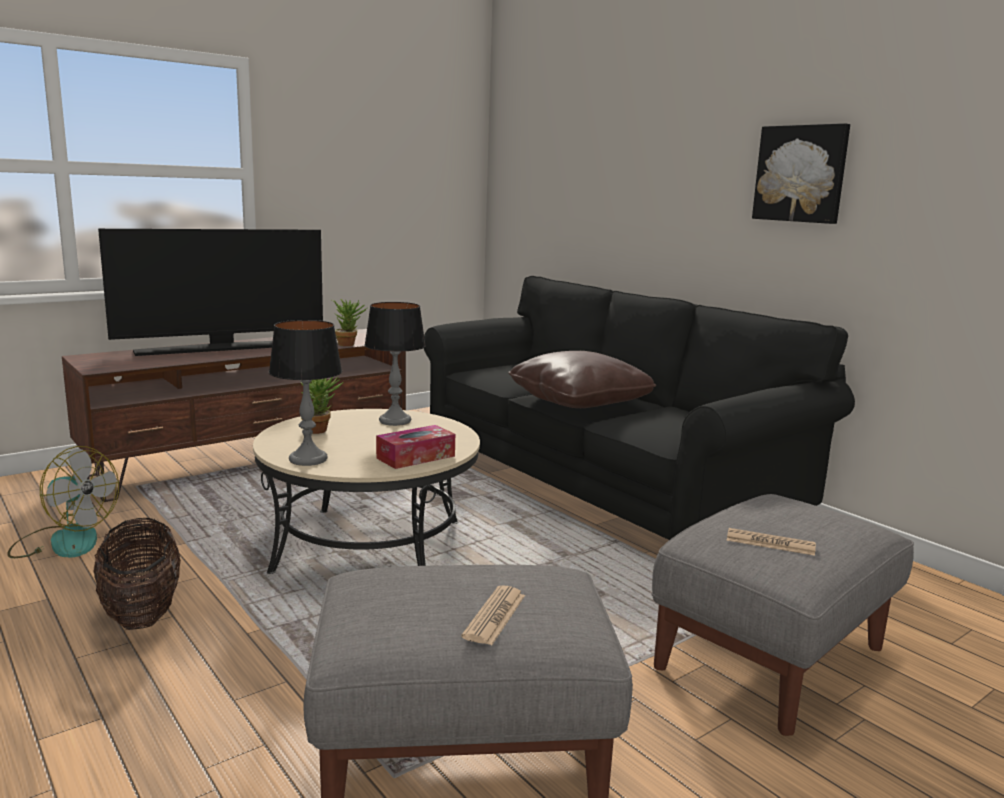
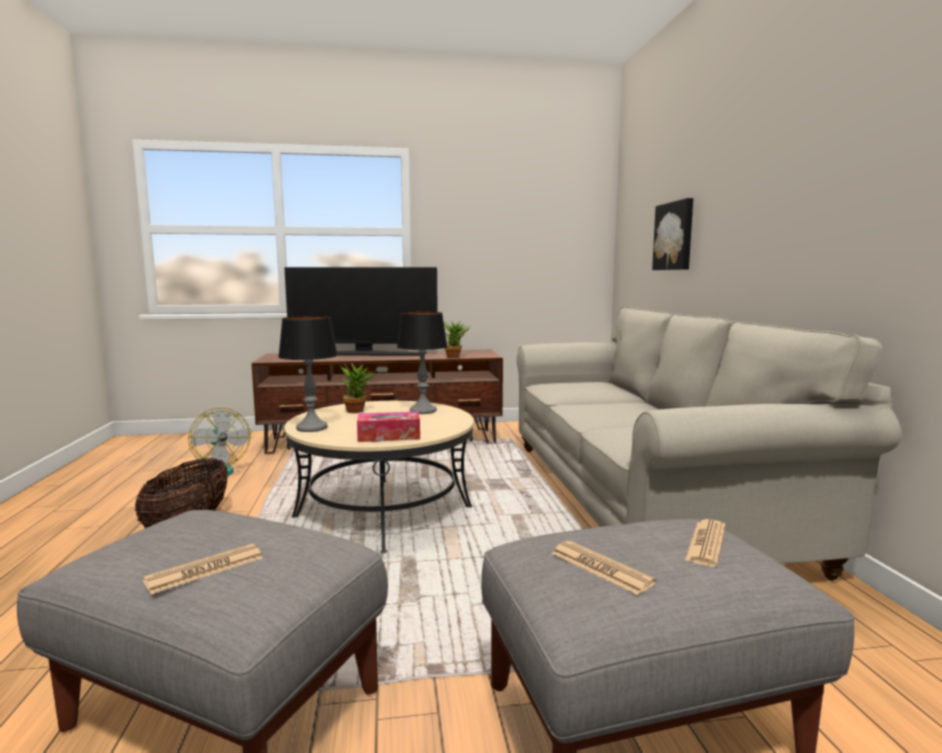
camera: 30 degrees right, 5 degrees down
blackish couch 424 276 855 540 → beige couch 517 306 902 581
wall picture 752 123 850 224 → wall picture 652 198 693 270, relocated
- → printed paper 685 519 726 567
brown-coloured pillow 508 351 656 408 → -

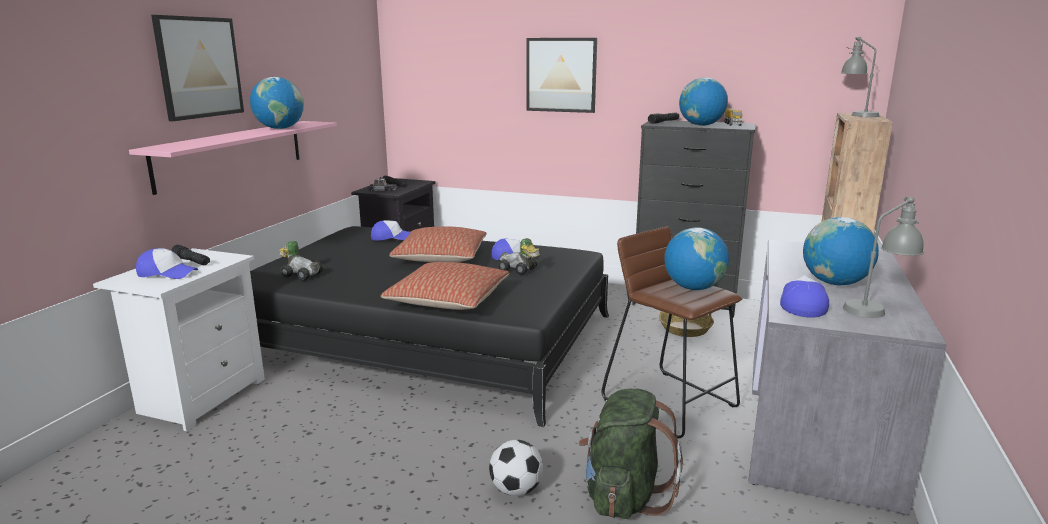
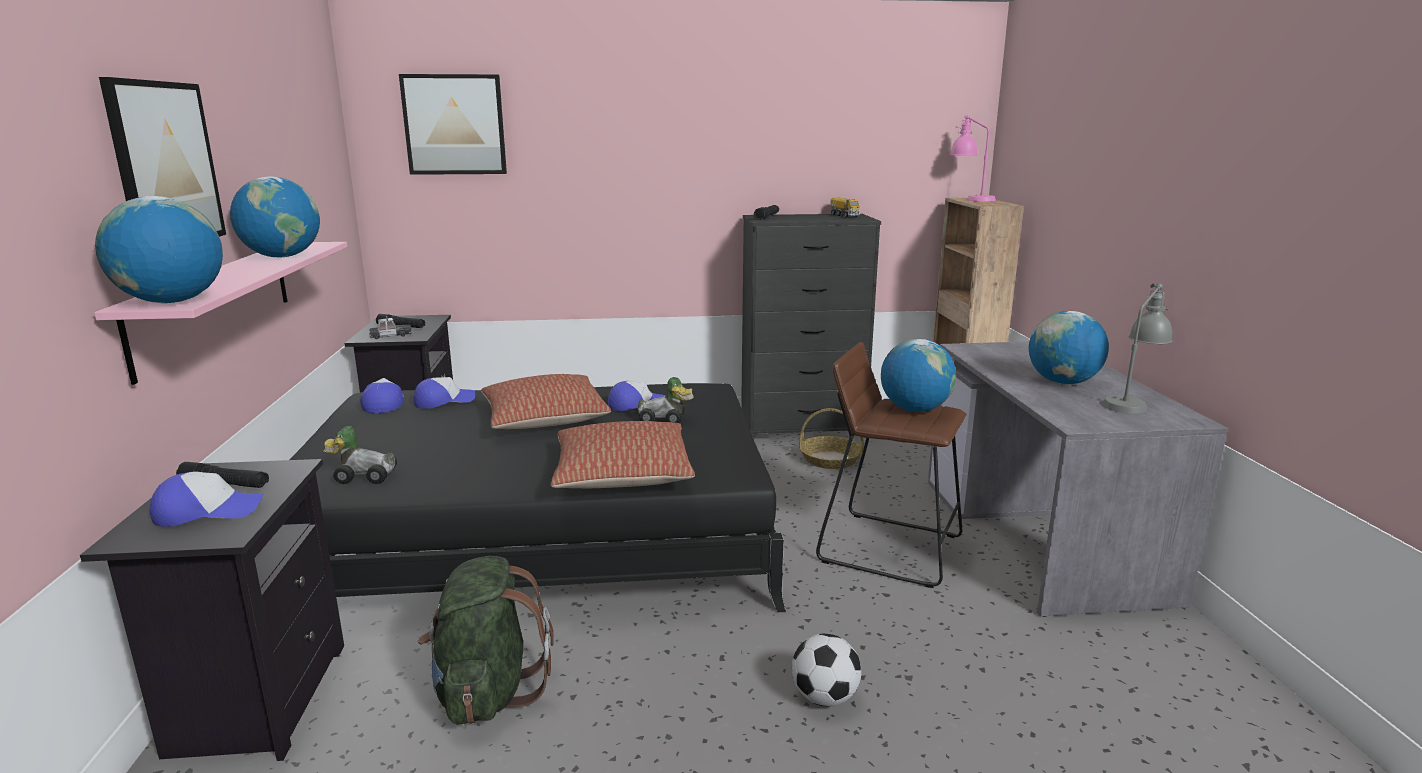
camera: 25 degrees left, 0 degrees up
whitish night table 93 248 265 431 → blackish night table 80 459 344 761
world globe 679 78 728 126 → world globe 95 196 223 303, relocated
baseball cap 780 276 829 318 → baseball cap 360 378 404 414, relocated
wall picture 526 38 597 113 → wall picture 399 74 507 175, relocated
green backpack 579 389 683 519 → green backpack 418 556 554 725, relocated
gray tabletop lamp 841 37 879 117 → pink tabletop lamp 950 115 996 202

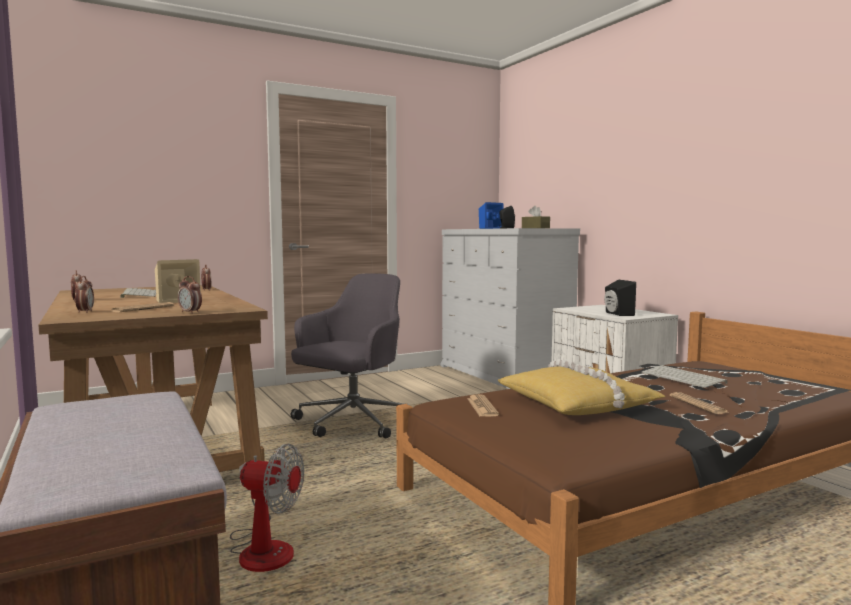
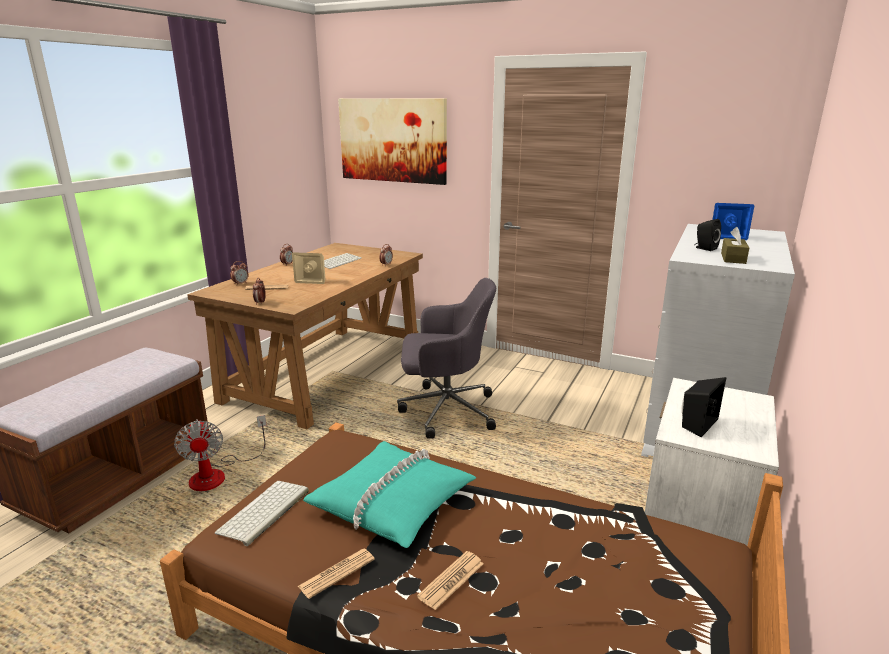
camera: 55 degrees right, 15 degrees up
computer keyboard 642 365 727 388 → computer keyboard 215 481 309 546, relocated
printed paper 467 394 499 417 → printed paper 298 549 375 599, relocated
yellow pillow 497 359 666 415 → turquoise pillow 303 441 476 548
- → wall picture 338 98 447 185

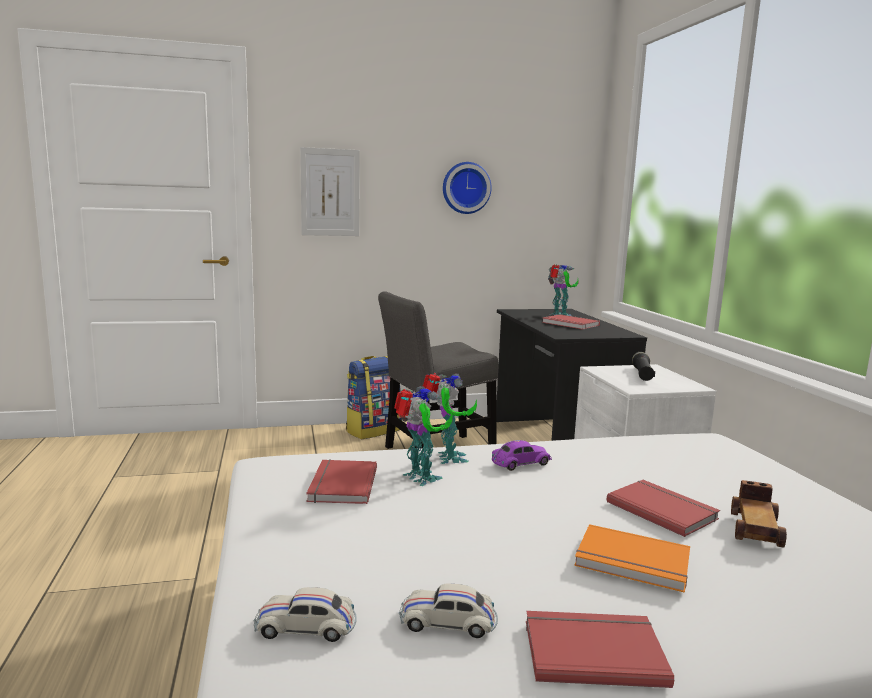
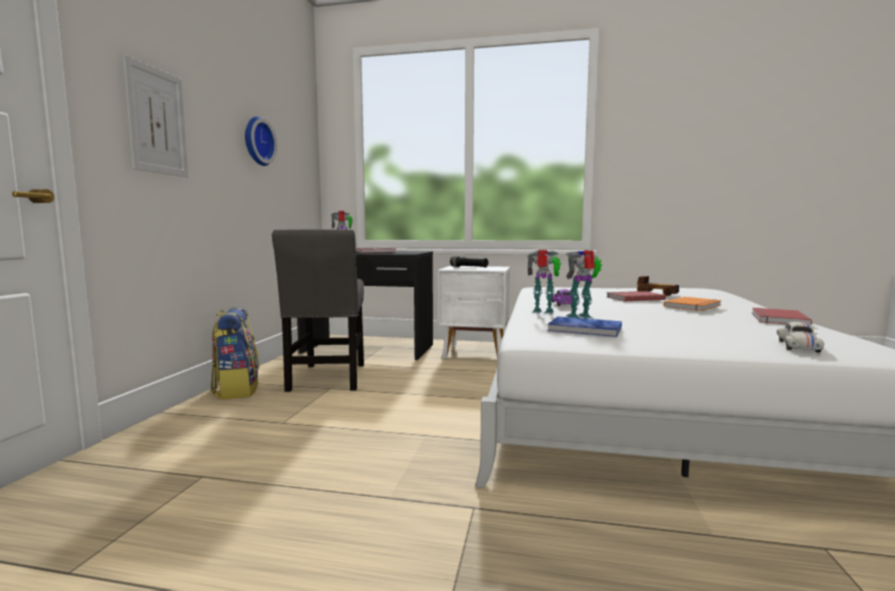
camera: 65 degrees left, 5 degrees down
red book 306 459 377 504 → blue-coloured book 547 317 622 337
whitish toy car 399 584 498 638 → -

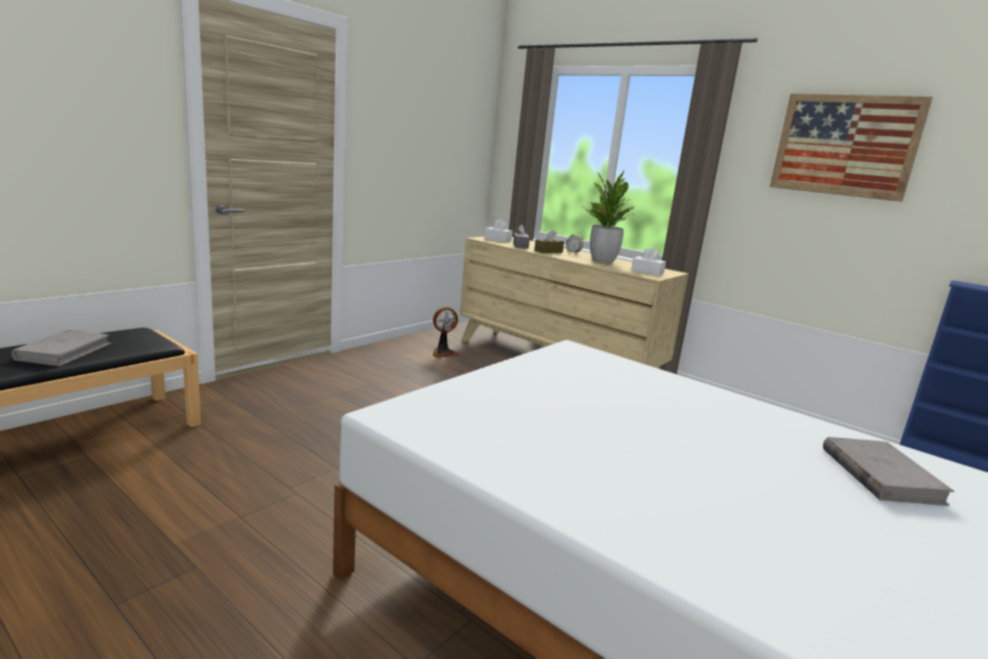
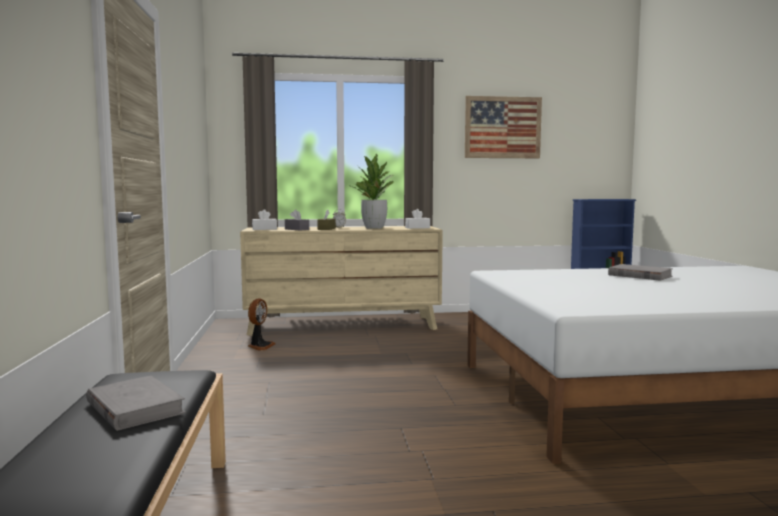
camera: 45 degrees left, 10 degrees down
gray book 823 437 954 506 → gray book 608 264 673 281, relocated

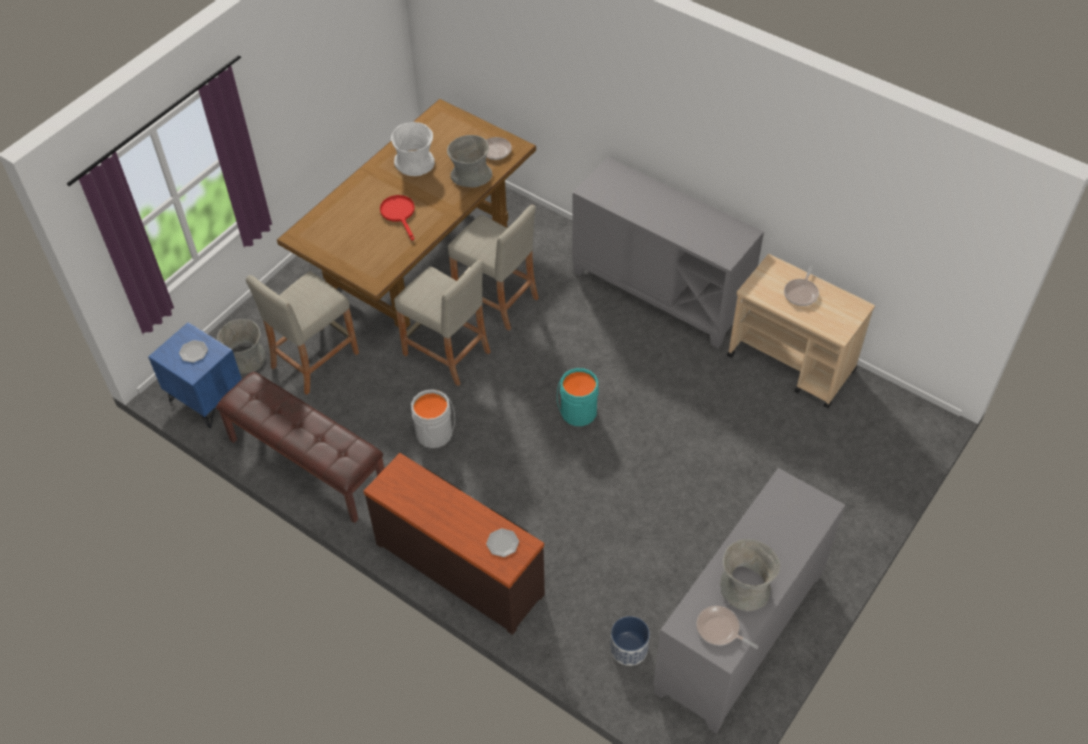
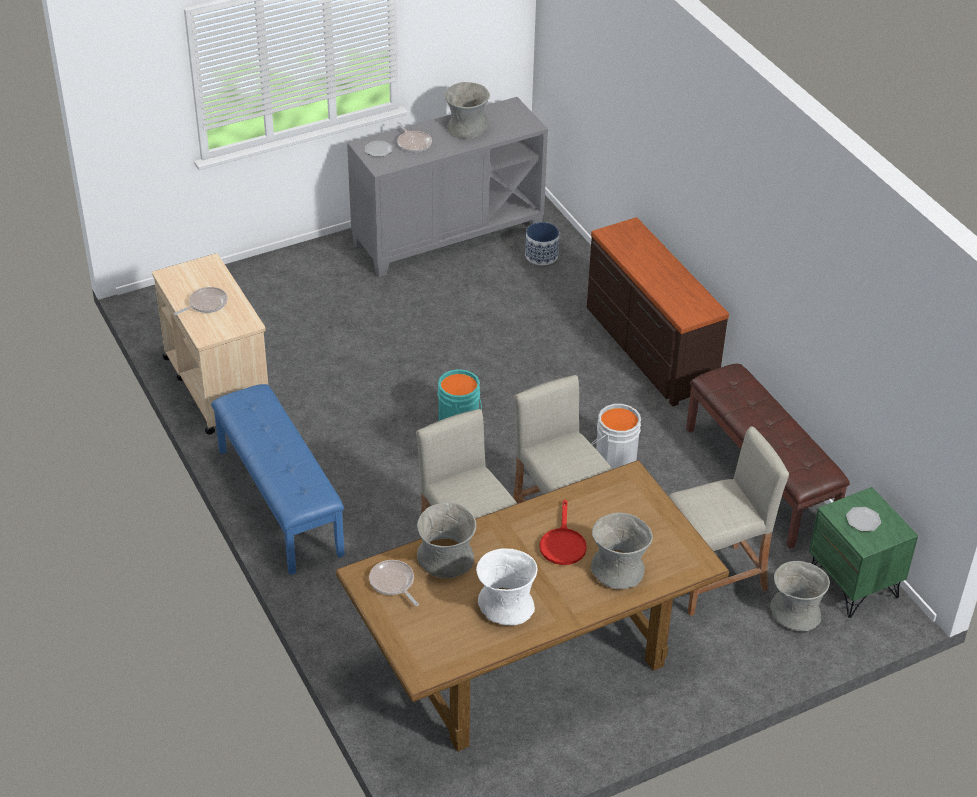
camera: 155 degrees left, 10 degrees down
gray storage cabinet 572 157 764 348 → blue-coloured long seat 211 384 345 575
plate 486 528 519 557 → plate 365 141 392 157, relocated
pan 696 606 758 649 → pan 397 122 432 153, relocated
- → gray vase 591 512 653 589
blue-coloured night table 148 322 242 428 → green night table 809 487 918 618

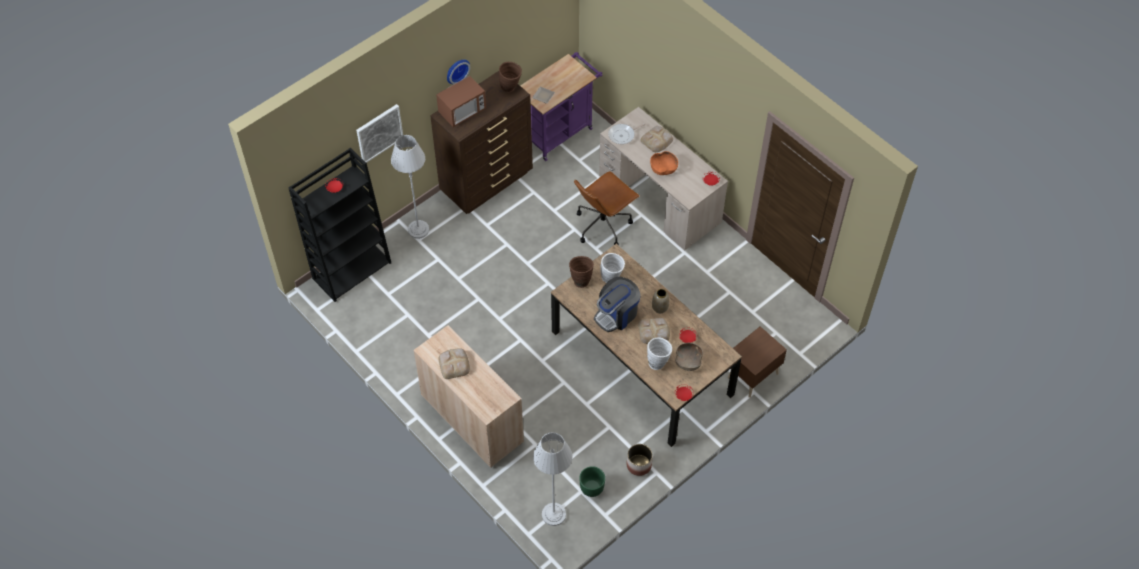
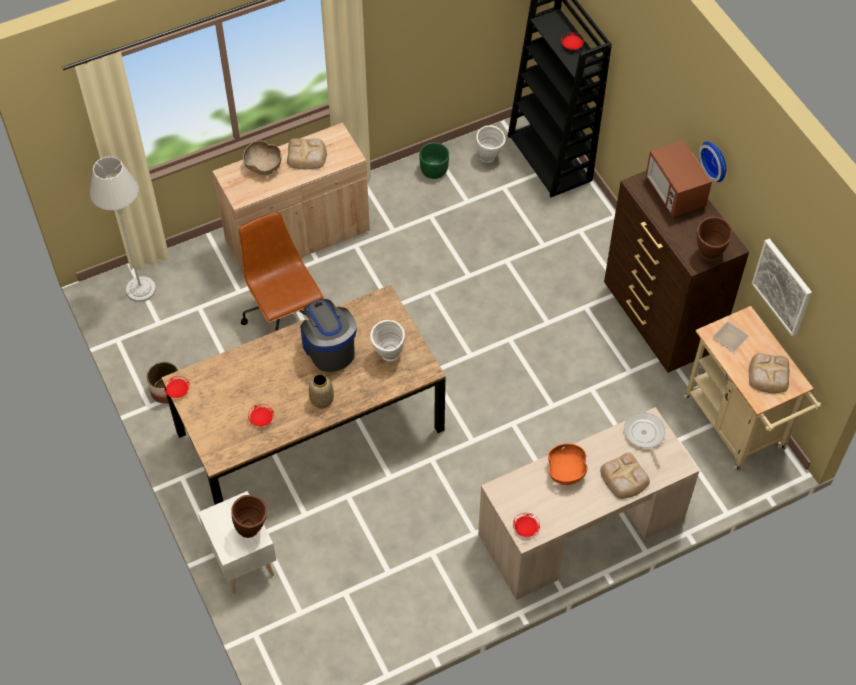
camera: 105 degrees right, 0 degrees up
brown-coloured night table 728 326 787 398 → whitish night table 198 491 276 594
brown-coloured vase 569 256 594 288 → brown-coloured vase 231 495 267 538, relocated
brown-coloured desk chair 574 171 640 245 → brown-coloured desk chair 238 212 324 331, relocated
brown-coloured serving bowl 675 343 703 371 → brown-coloured serving bowl 243 141 281 175, relocated
green plant pot 579 466 605 497 → green plant pot 419 142 449 179, relocated
whitish vase 647 337 672 370 → whitish vase 476 125 505 163, relocated
purple-coloured cart 520 52 602 161 → beige cart 683 306 821 471
bakery bread 638 318 670 344 → bakery bread 749 353 789 393, relocated
wall picture 356 104 403 163 → wall picture 752 238 812 337, relocated
gray standard lamp 391 135 429 239 → -

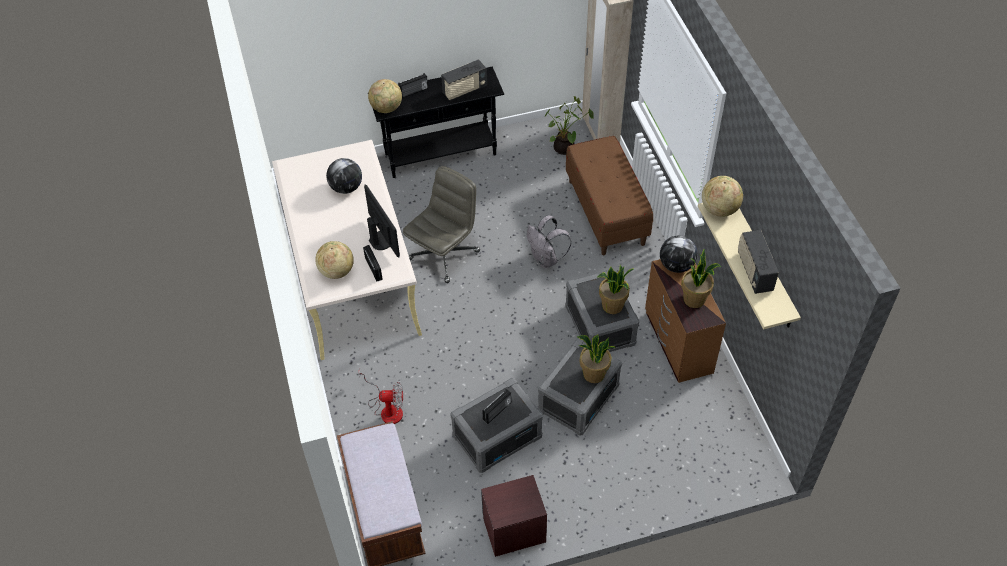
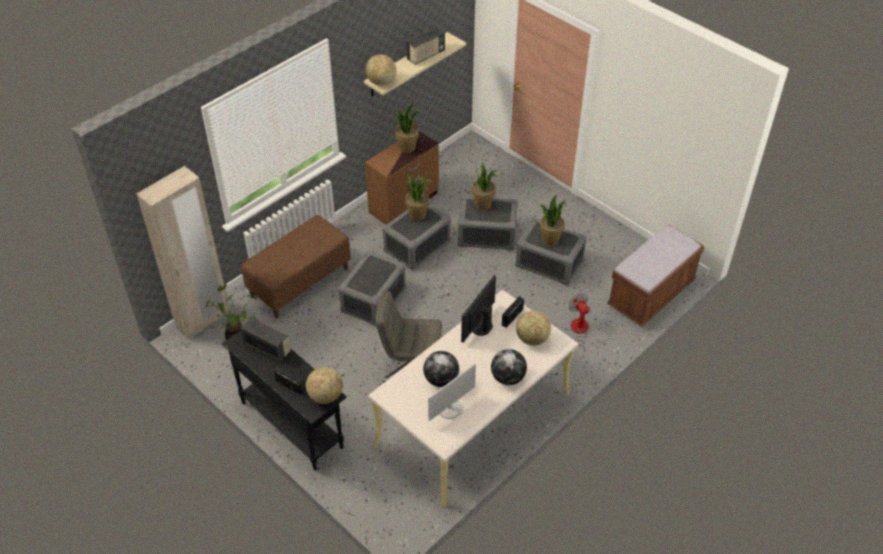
camera: 120 degrees left, 5 degrees down
gray backpack 527 215 571 268 → gray storage container 338 250 406 326
- → monitor 428 364 476 421
world globe 660 235 697 273 → world globe 491 349 527 385, relocated
radio receiver 482 389 511 424 → potted plant 540 194 566 246
brown-coloured night table 481 475 547 557 → -

